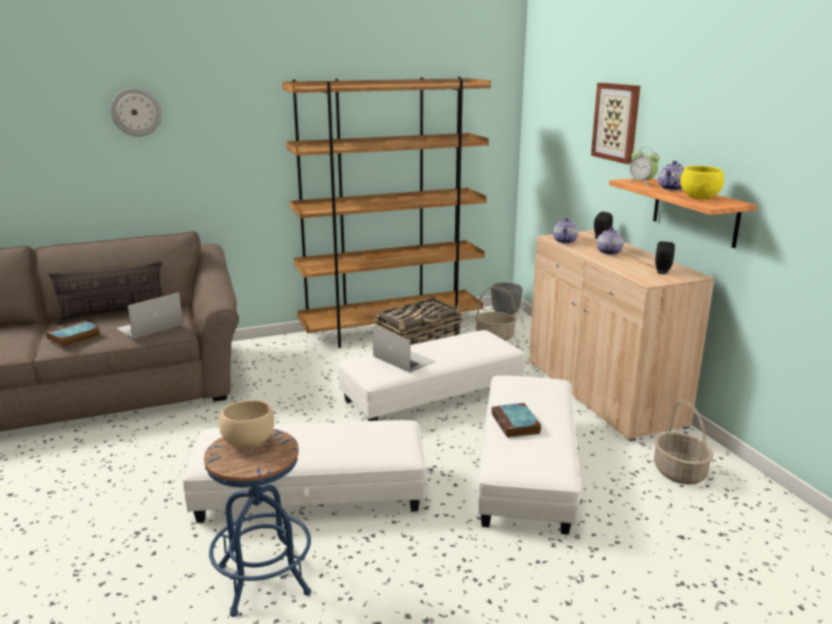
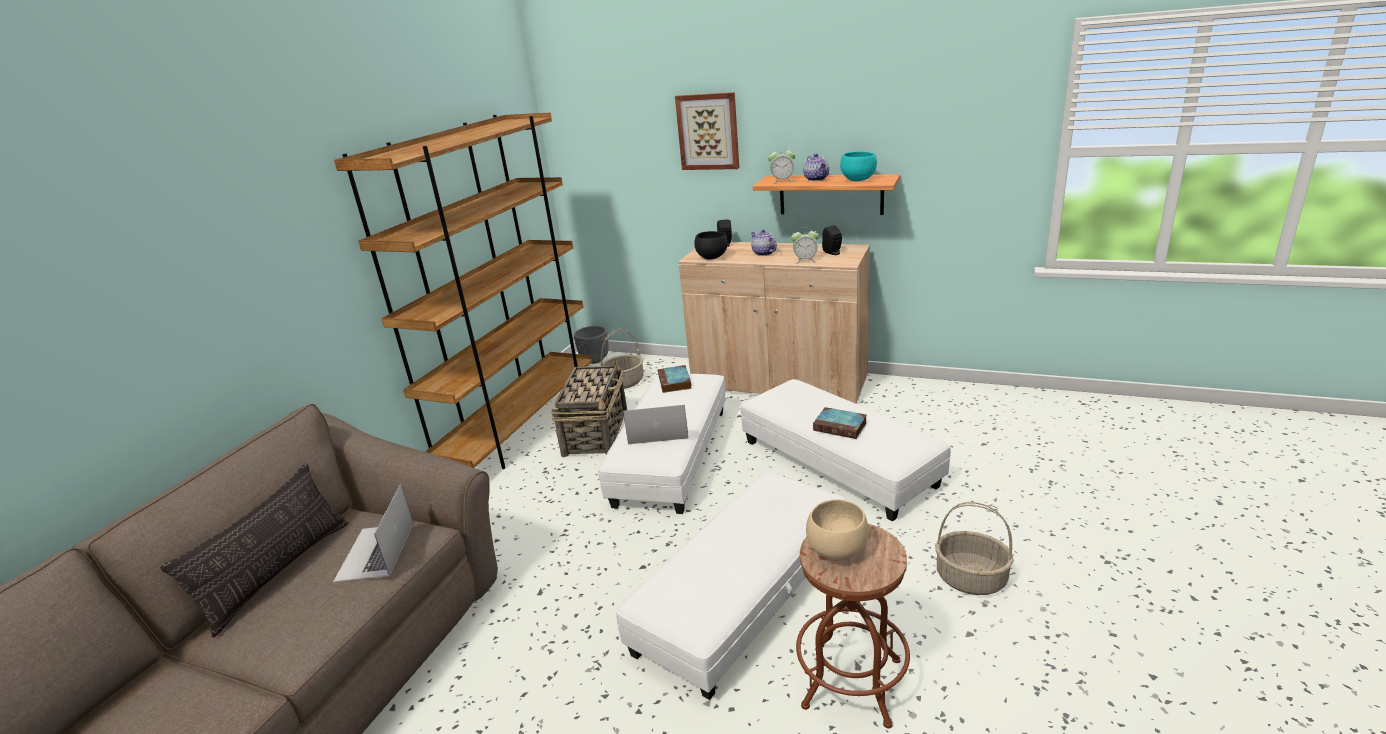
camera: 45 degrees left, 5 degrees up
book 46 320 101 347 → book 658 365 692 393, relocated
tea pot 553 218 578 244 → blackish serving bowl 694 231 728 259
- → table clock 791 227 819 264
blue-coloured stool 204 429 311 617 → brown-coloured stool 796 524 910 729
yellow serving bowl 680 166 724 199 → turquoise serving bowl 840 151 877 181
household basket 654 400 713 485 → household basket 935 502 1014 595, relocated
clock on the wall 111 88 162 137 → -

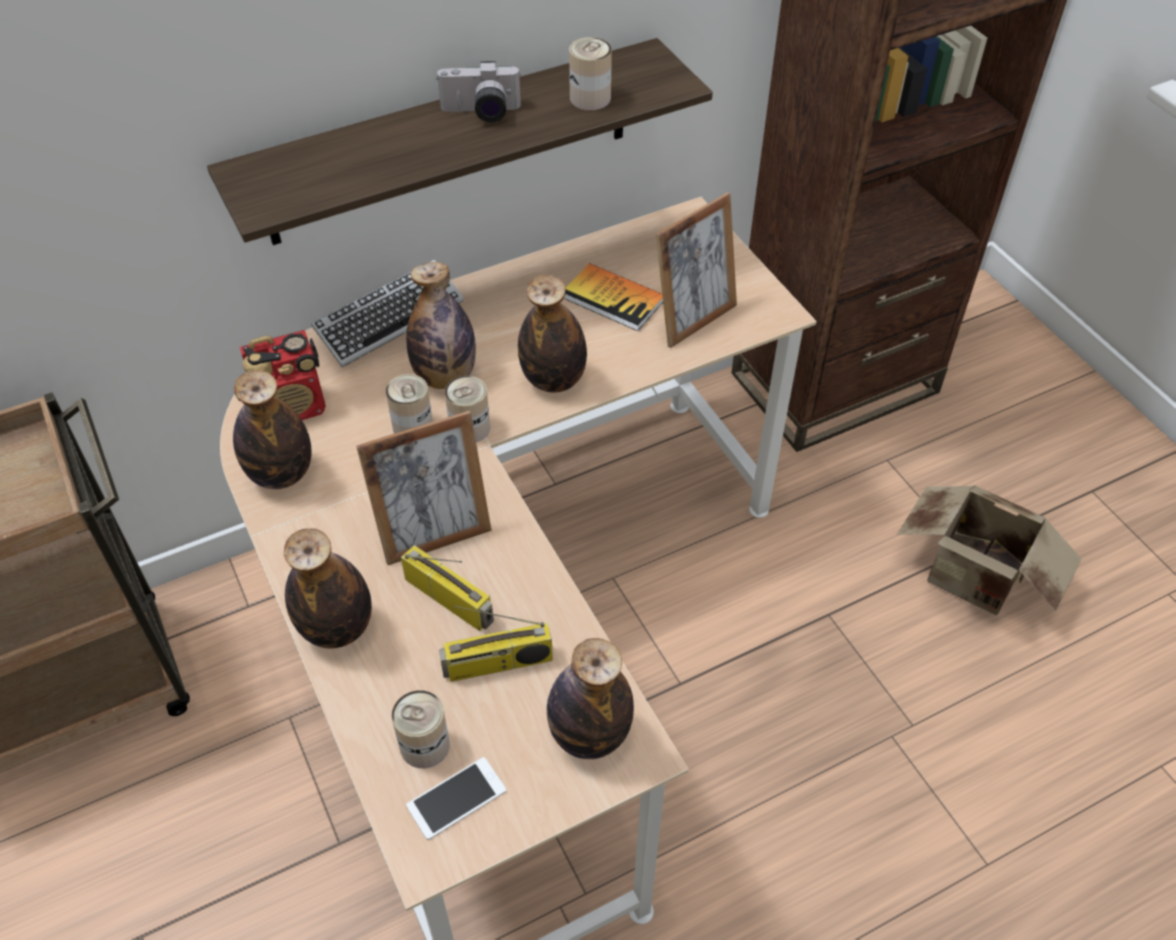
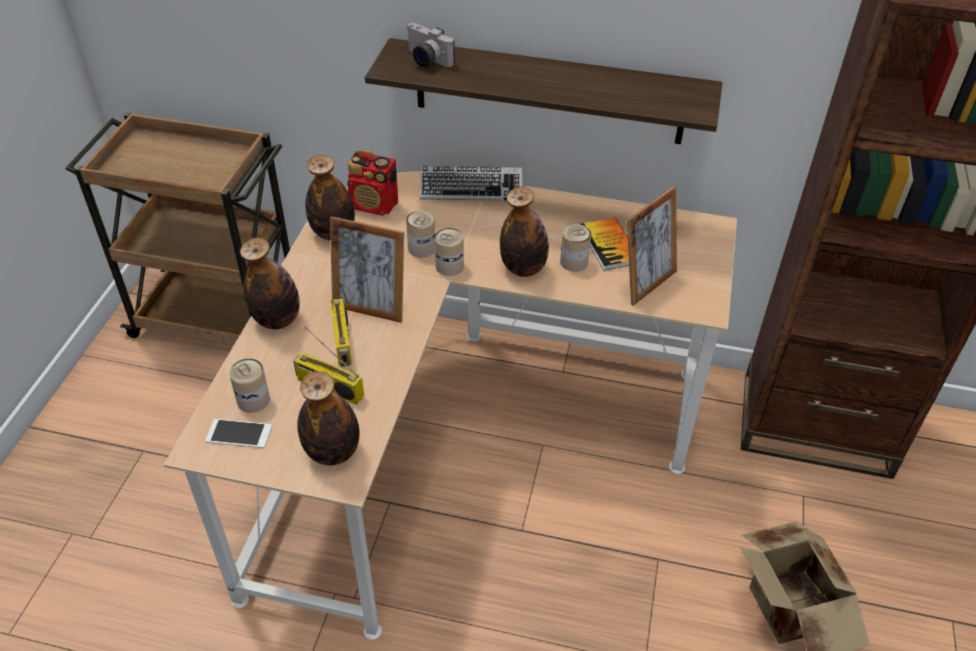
camera: 40 degrees right, 5 degrees down
photo camera 436 61 521 122 → photo camera 407 23 455 67, relocated
sealed can 569 37 612 110 → sealed can 560 224 591 272, relocated
standing frame 656 192 737 348 → standing frame 627 186 677 306, 45 degrees counterclockwise
bottle 406 262 476 389 → -

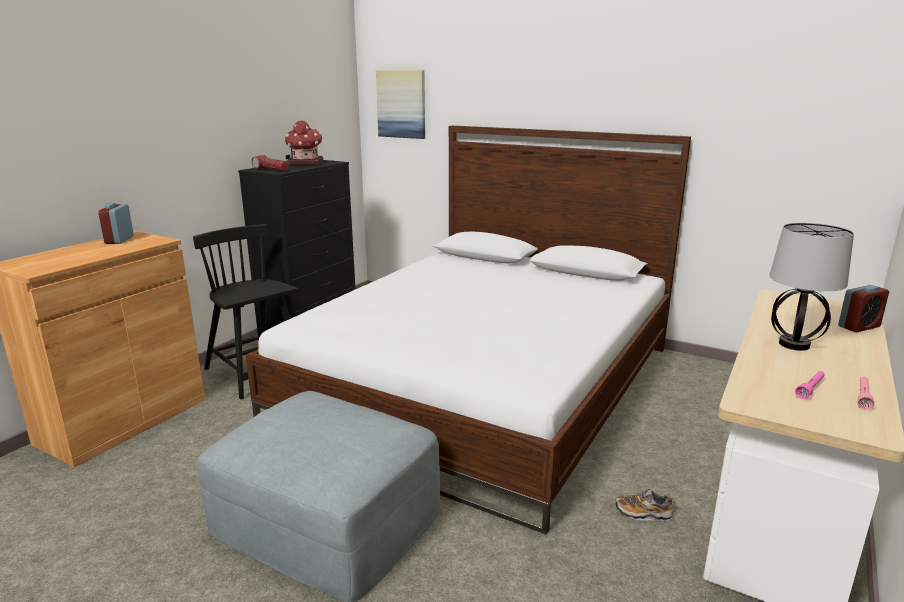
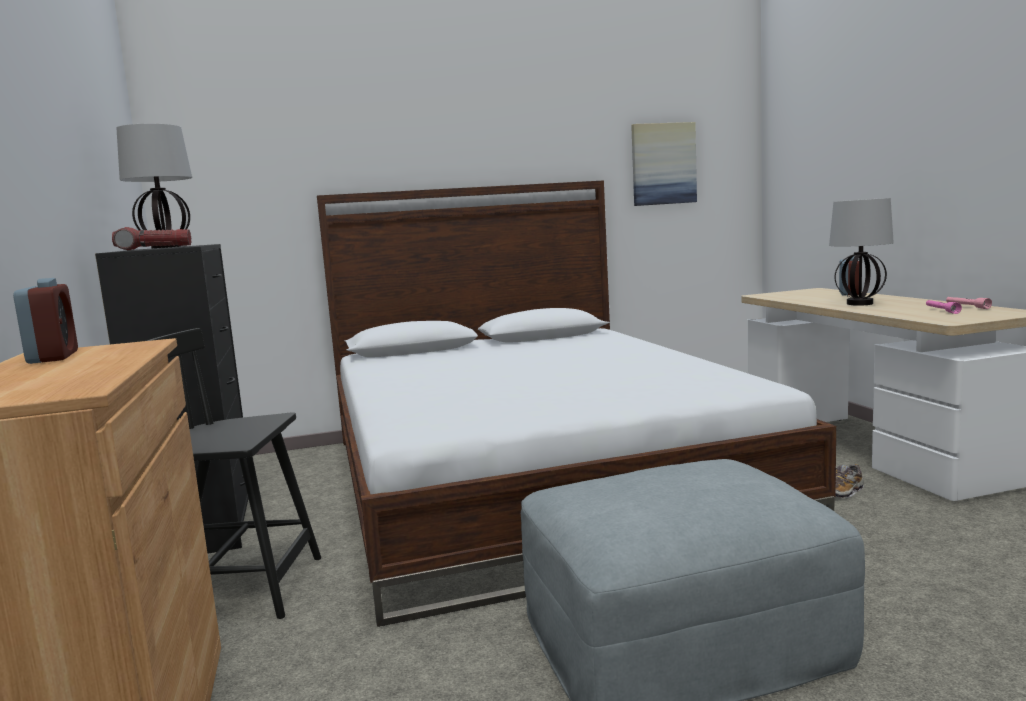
camera: 45 degrees left, 10 degrees down
table clock 99 203 134 244 → table clock 13 278 78 364, 150 degrees counterclockwise
miniature house 285 120 323 165 → tabletop lamp 116 124 192 248
wall picture 376 70 425 139 → wall picture 631 122 697 206, relocated

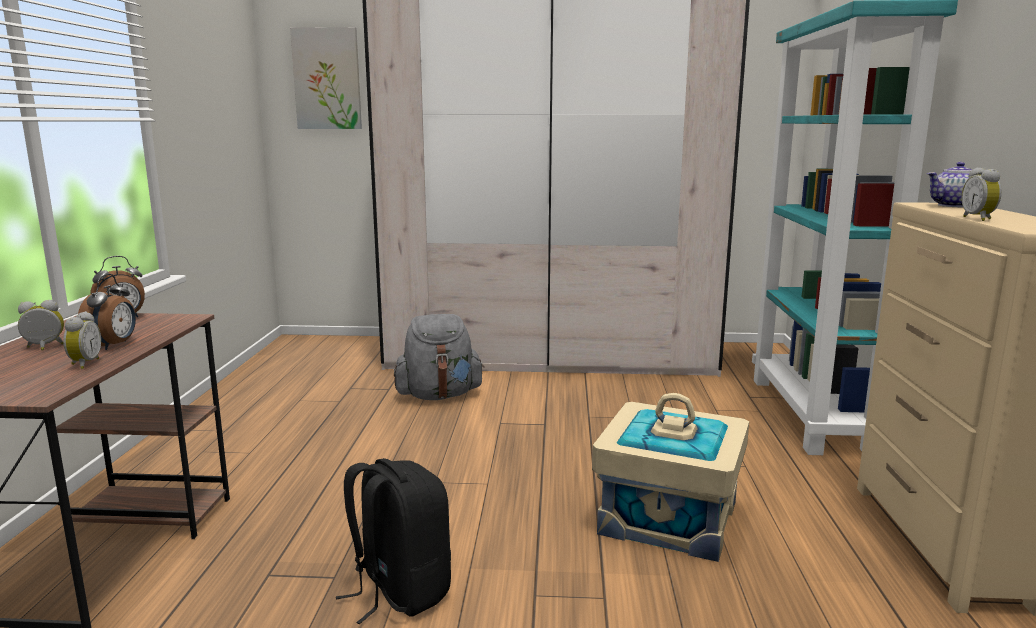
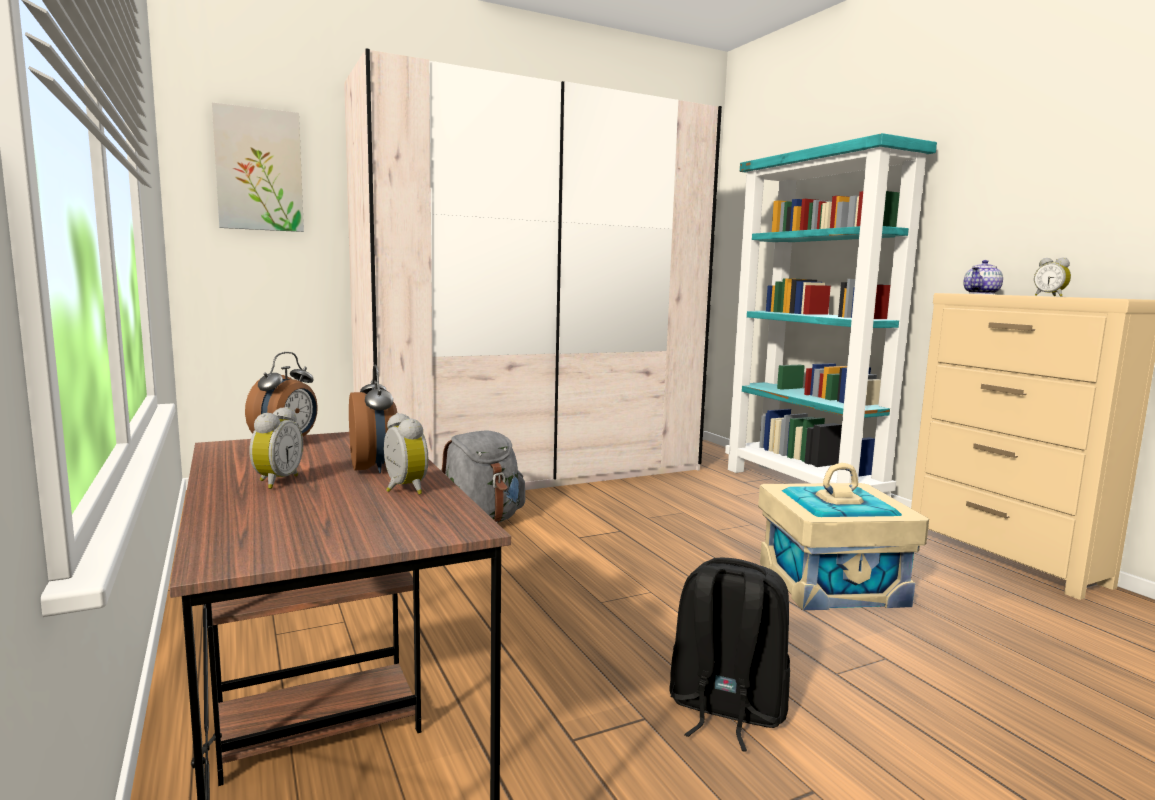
camera: 30 degrees left, 5 degrees down
table clock 18 300 64 350 → table clock 249 407 303 489, 150 degrees clockwise

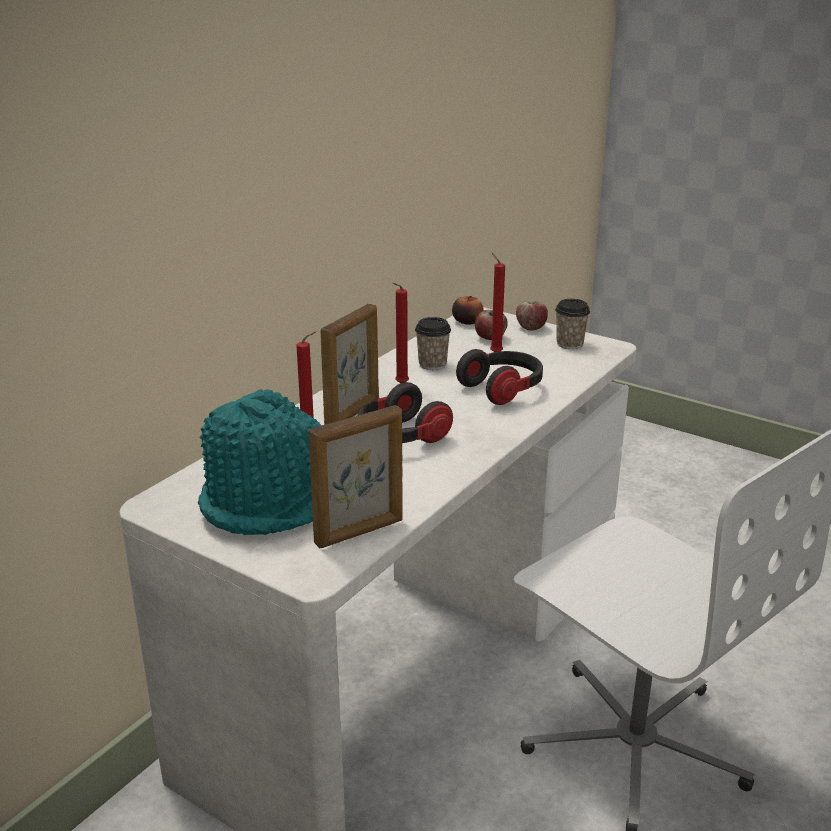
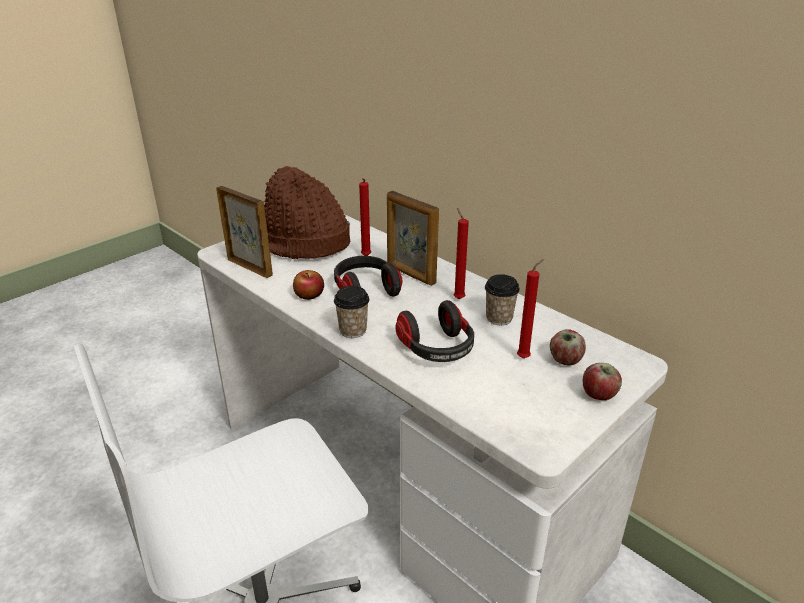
camera: 100 degrees right, 5 degrees up
standing frame 309 405 402 549 → standing frame 216 186 273 278, 150 degrees clockwise
turquoise hat 198 389 321 535 → brown-coloured hat 264 166 350 259
apple fruit 452 296 484 325 → apple fruit 293 270 324 300, relocated
cup 555 299 590 349 → cup 334 286 370 338, relocated

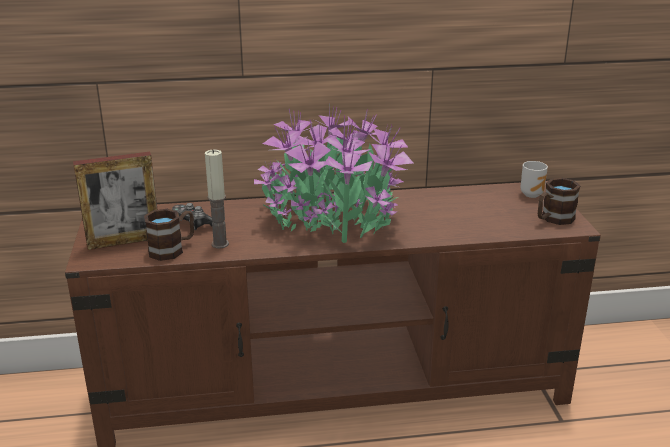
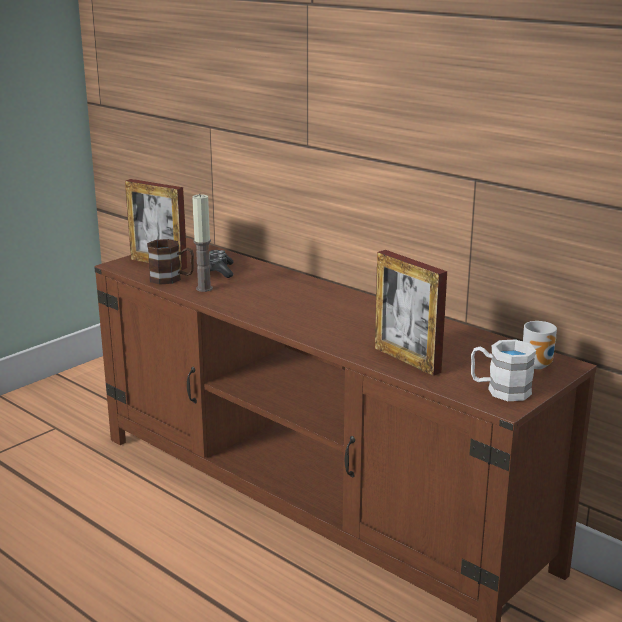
camera: 50 degrees right, 5 degrees down
- → standing frame 375 250 447 376
brown-coloured coffee mug 538 178 580 225 → whitish coffee mug 471 339 536 401
potted plant 254 106 413 243 → -

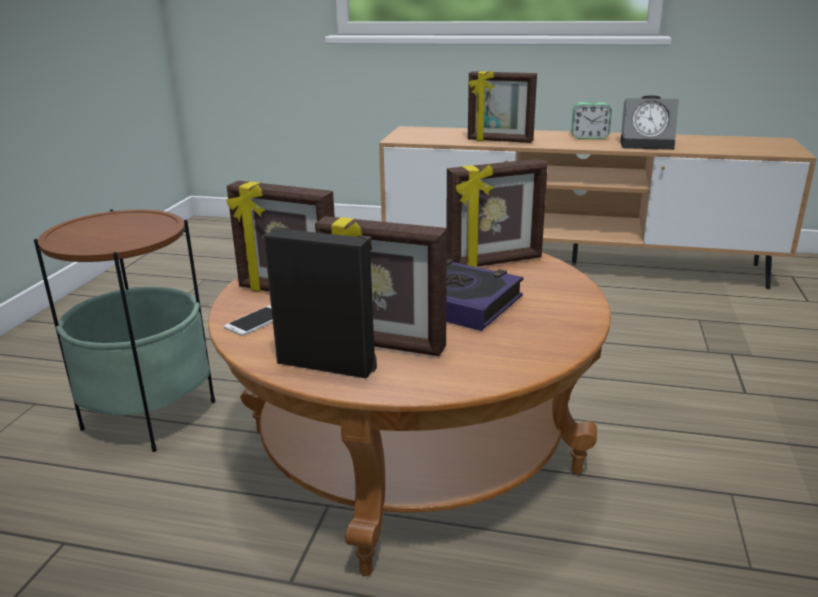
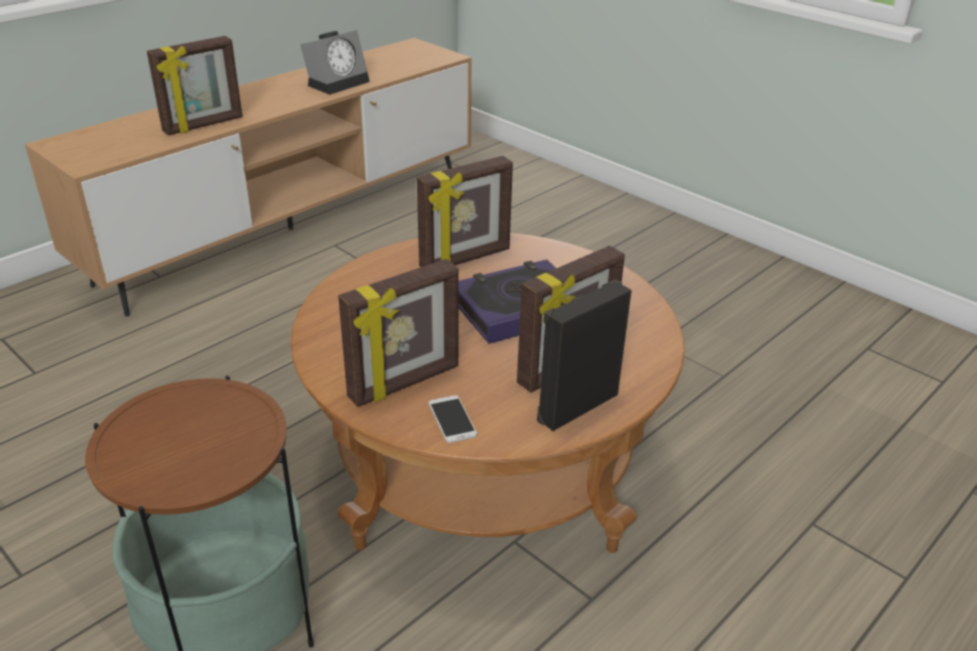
camera: 60 degrees left, 10 degrees up
standing frame 446 159 548 267 → standing frame 417 156 513 267, 45 degrees clockwise
table clock 571 102 612 139 → -

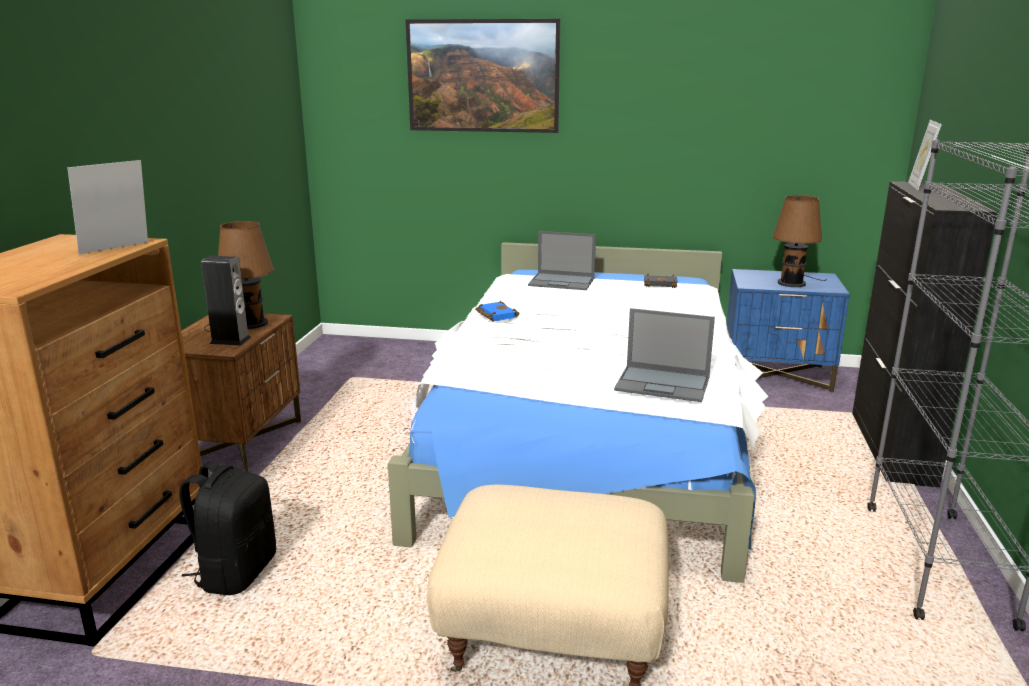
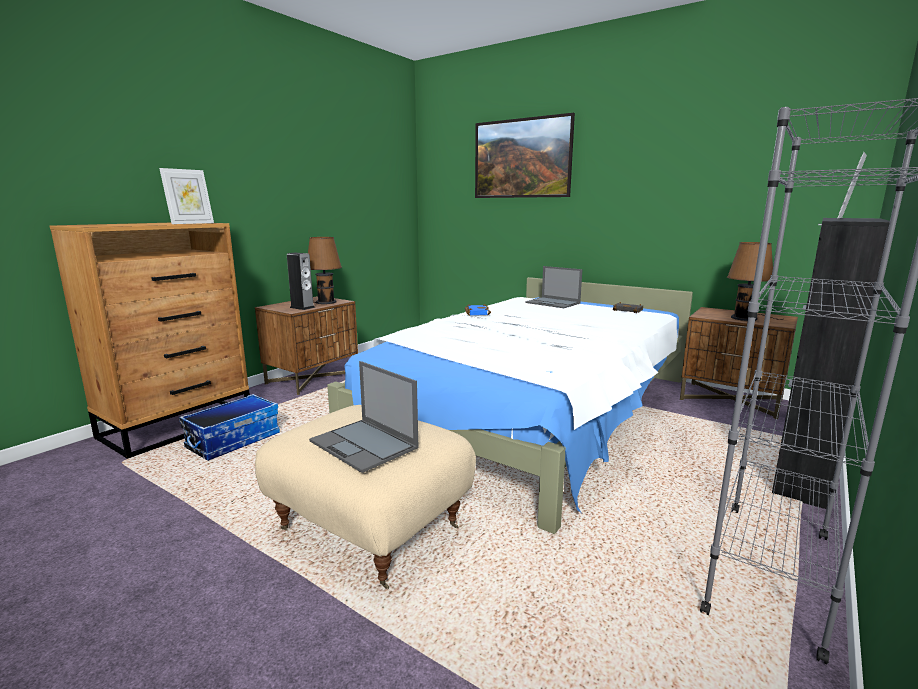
camera: 25 degrees right, 5 degrees down
standing frame 67 160 148 254 → standing frame 159 168 214 224, 150 degrees clockwise
blackish backpack 179 461 276 595 → storage container 179 394 280 461
portable computer 614 308 715 402 → portable computer 309 361 419 473, relocated
blue-coloured night table 727 269 850 393 → brown-coloured night table 680 307 798 419

